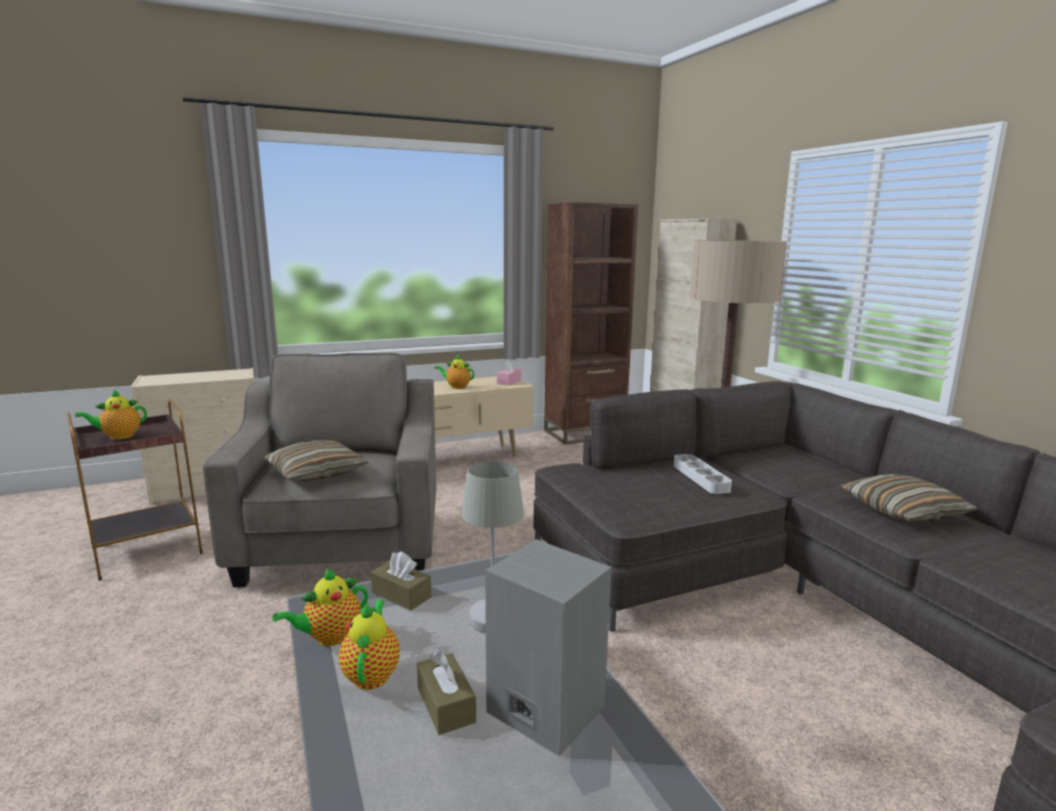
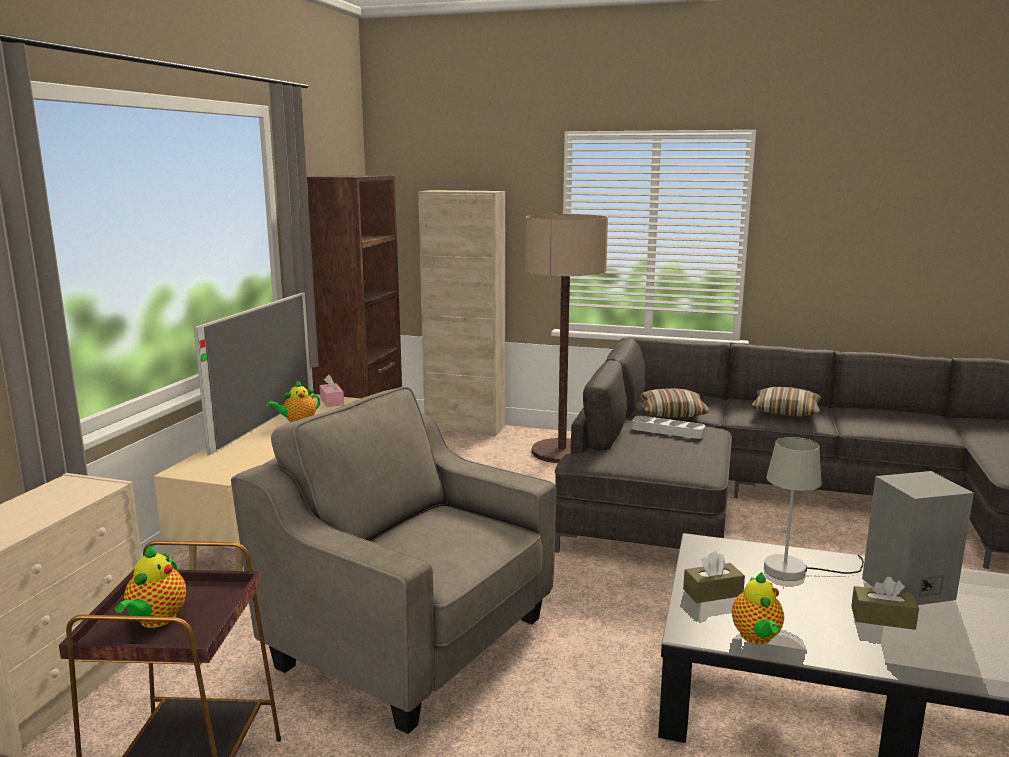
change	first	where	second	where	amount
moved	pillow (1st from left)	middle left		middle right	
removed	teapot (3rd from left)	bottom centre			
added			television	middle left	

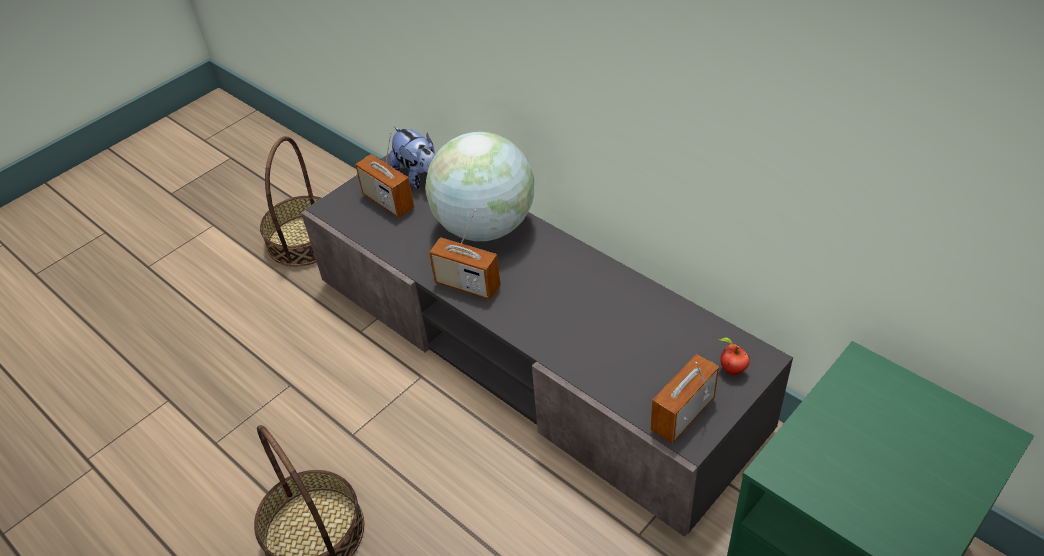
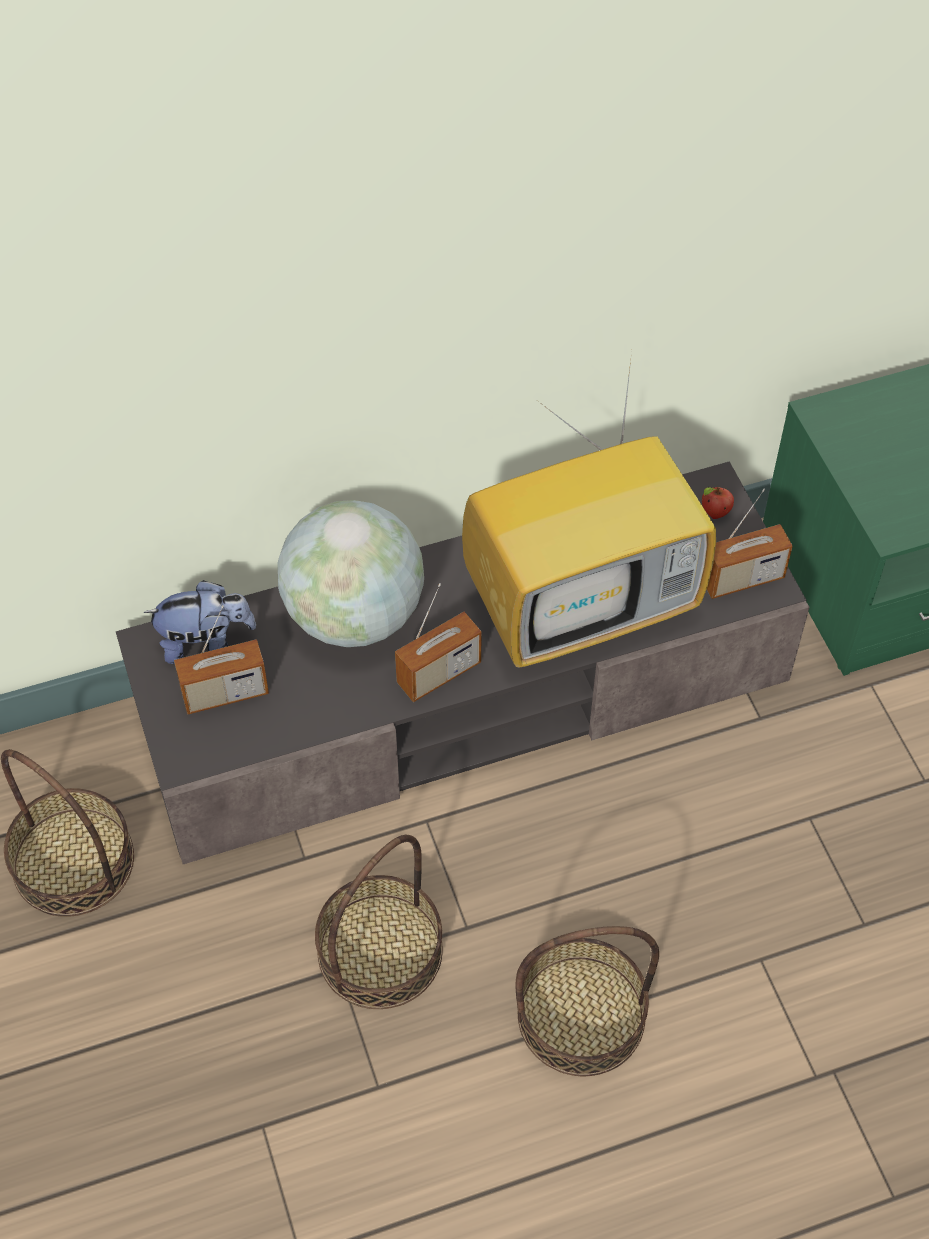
change	first	where	second	where	amount
turned	radio (3rd from left)	bottom centre		middle right	90 degrees counterclockwise
added			television	centre	
added			basket (2nd from left)	bottom centre	

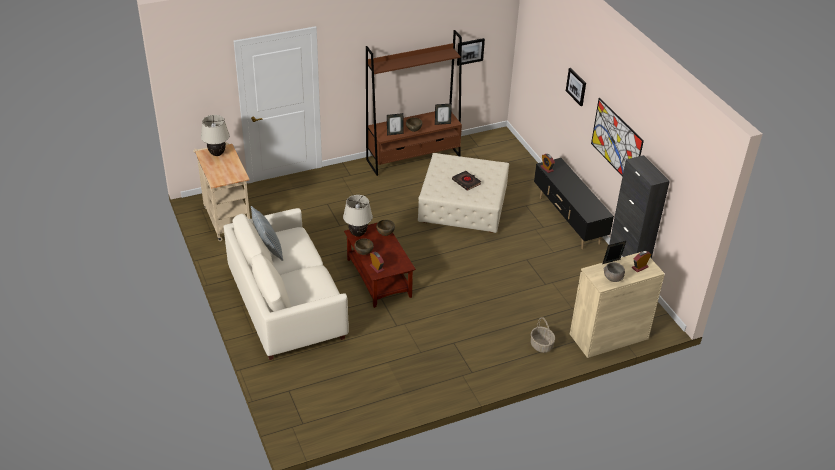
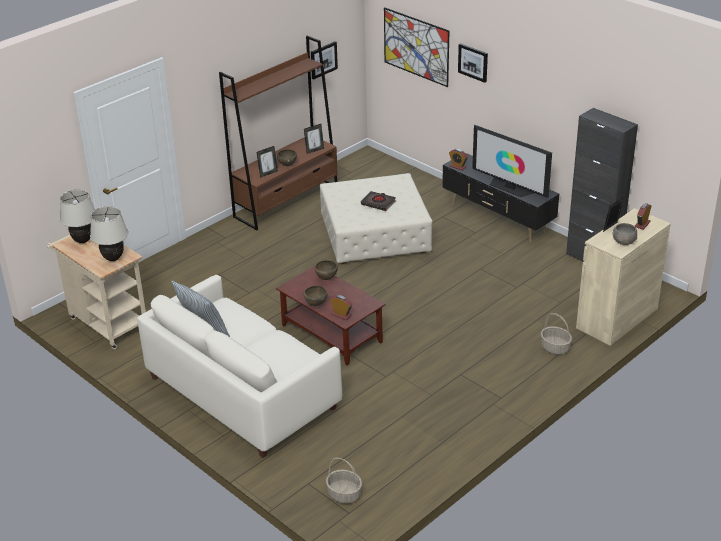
change	first	where	second	where	amount
moved	picture (3rd from left in the first image)	top right	picture (2nd from left)	top centre	
moved	table lamp/beige (2nd from left)	centre		middle left	
added			television	top right	
added			basket (1st from left)	bottom centre	

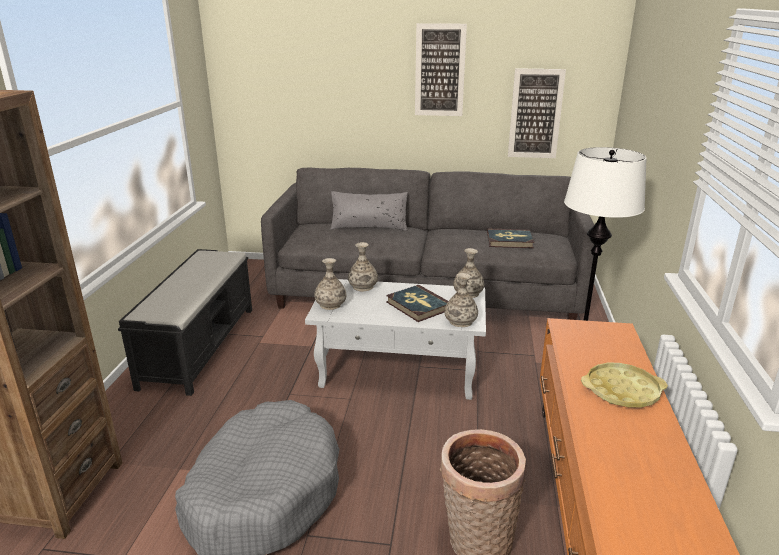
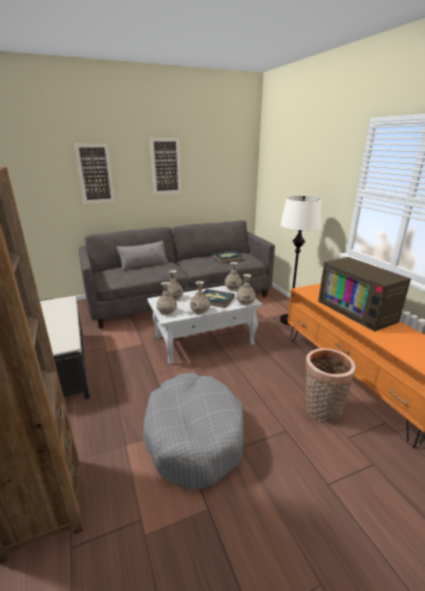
change	first	where	second	where	amount
moved	picture (2nd from left in the first image)	top right	picture (1st from left)	top left	
replaced	tray/yellow	bottom right	television	middle right	
added			vase (3rd from left)	centre	

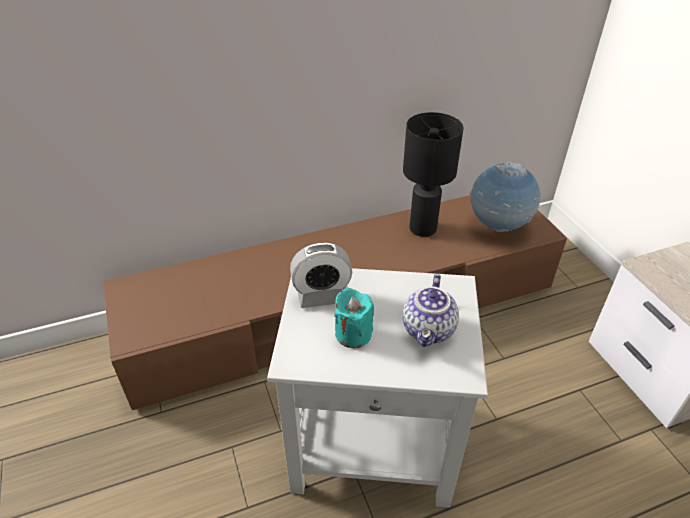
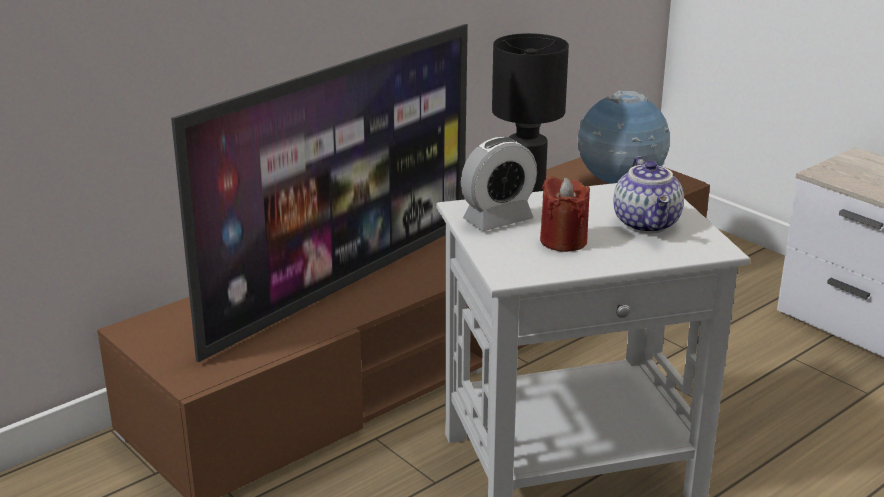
change	first	where	second	where	amount
recoloured	candle/turquoise	centre	candle/red	centre	
added			television	centre	

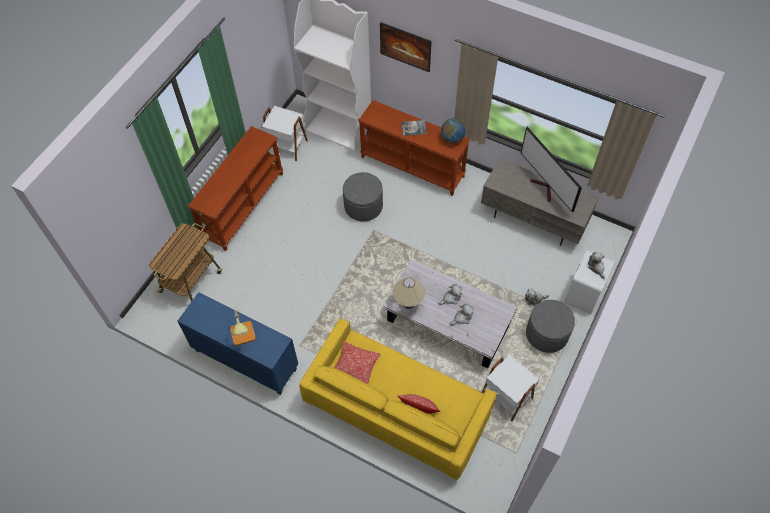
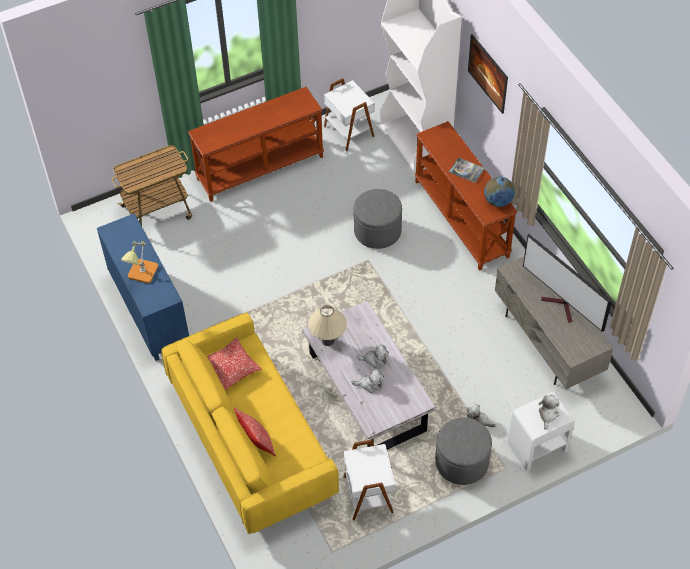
change	first	where	second	where	amount
turned	television	top right		middle right	45 degrees counterclockwise

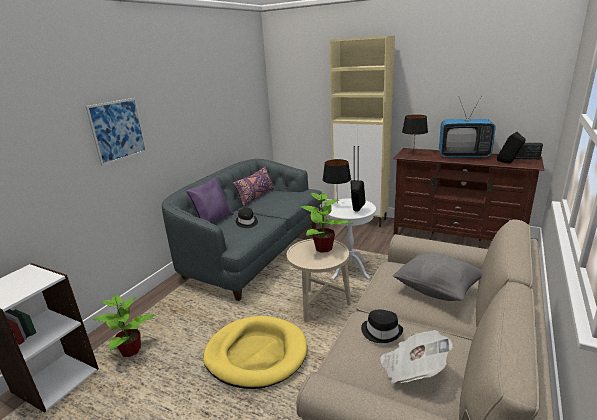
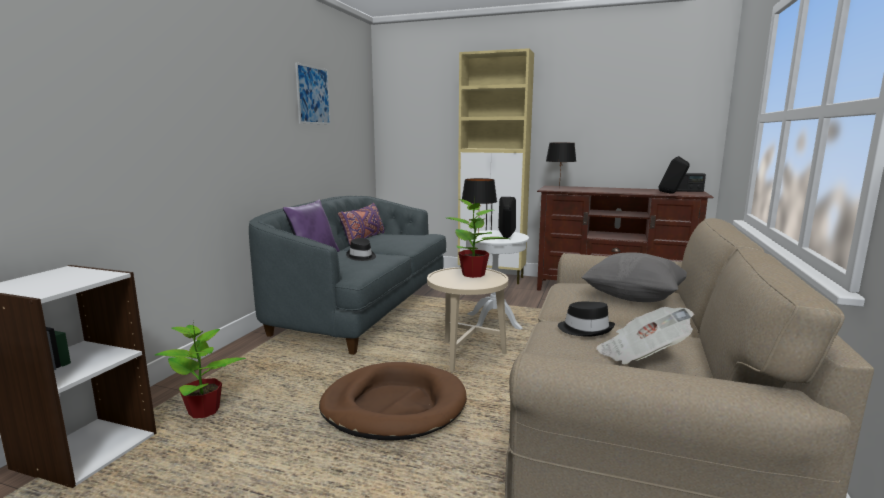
change	first	where	second	where	amount
removed	television	top right			
moved	picture	top left		top centre	
recoloured	dog bed/yellow	bottom centre	dog bed/brown	bottom centre	

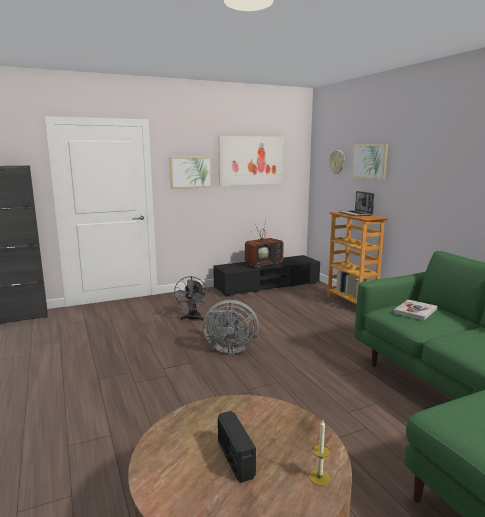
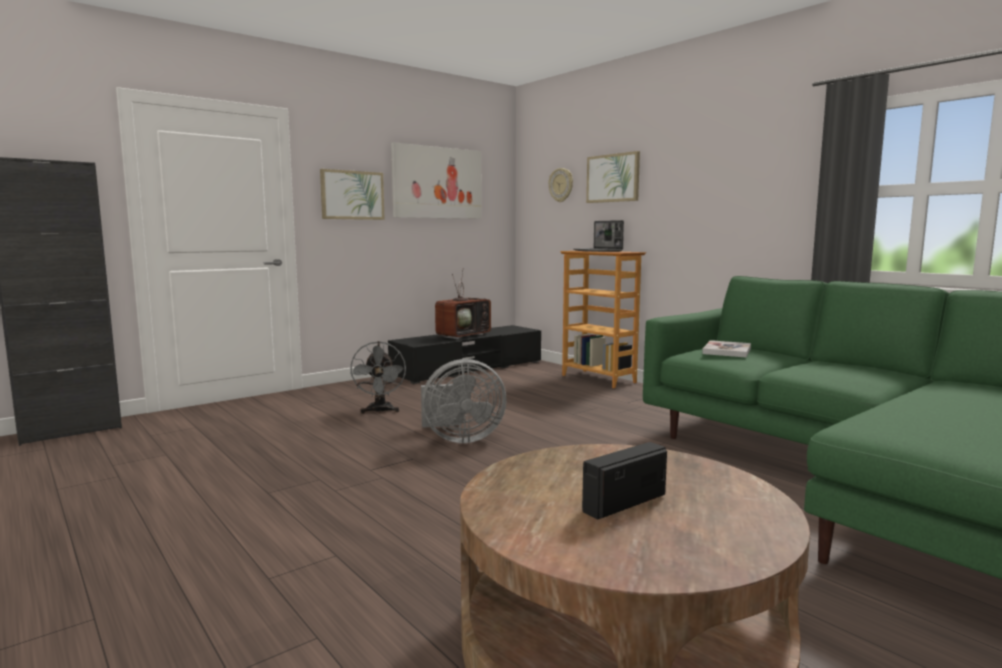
change	first	where	second	where	amount
turned	radio	bottom centre		bottom centre	90 degrees clockwise
removed	candle	bottom centre			

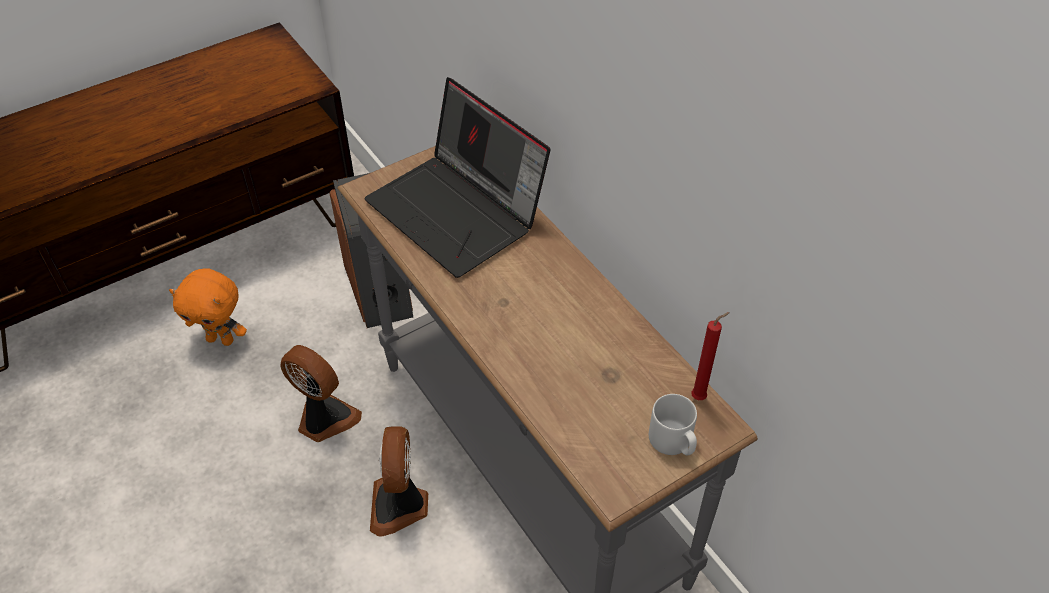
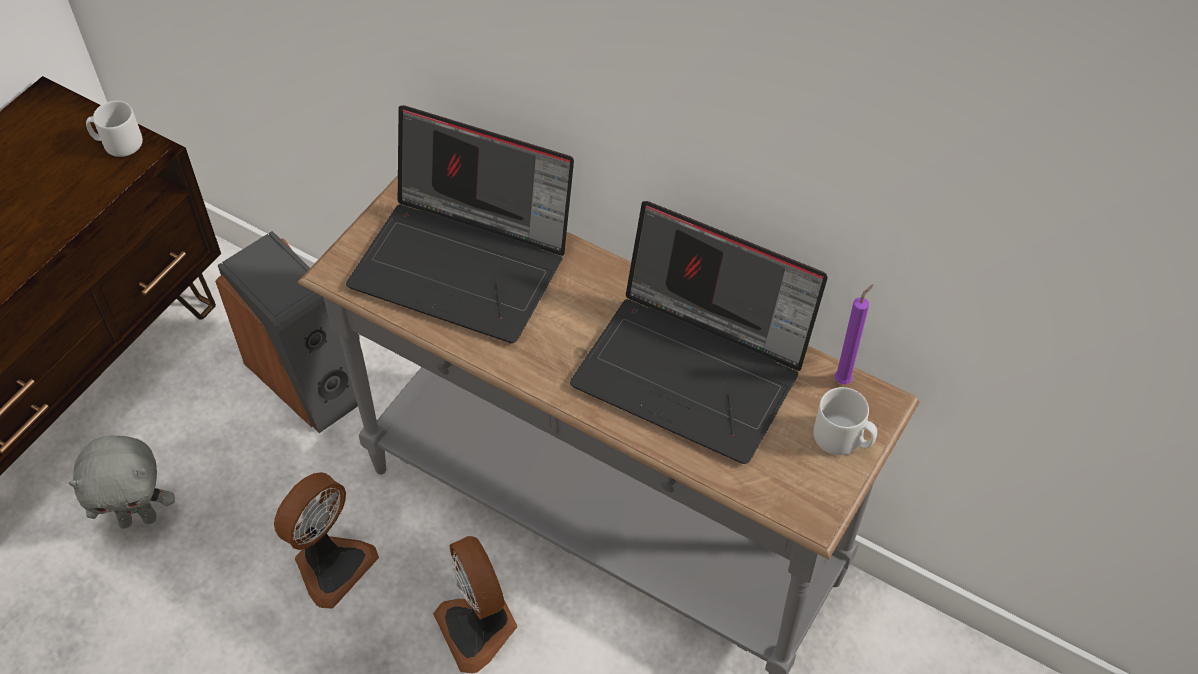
change	first	where	second	where	amount
recoloured	plush toy/orange	middle left	plush toy/grey	bottom left	
recoloured	candle/red	middle right	candle/purple	middle right	
turned	fan (1st from left)	middle left		bottom left	120 degrees clockwise
added			mug/grey (1st from left)	top left	
added			laptop (2nd from left)	centre	

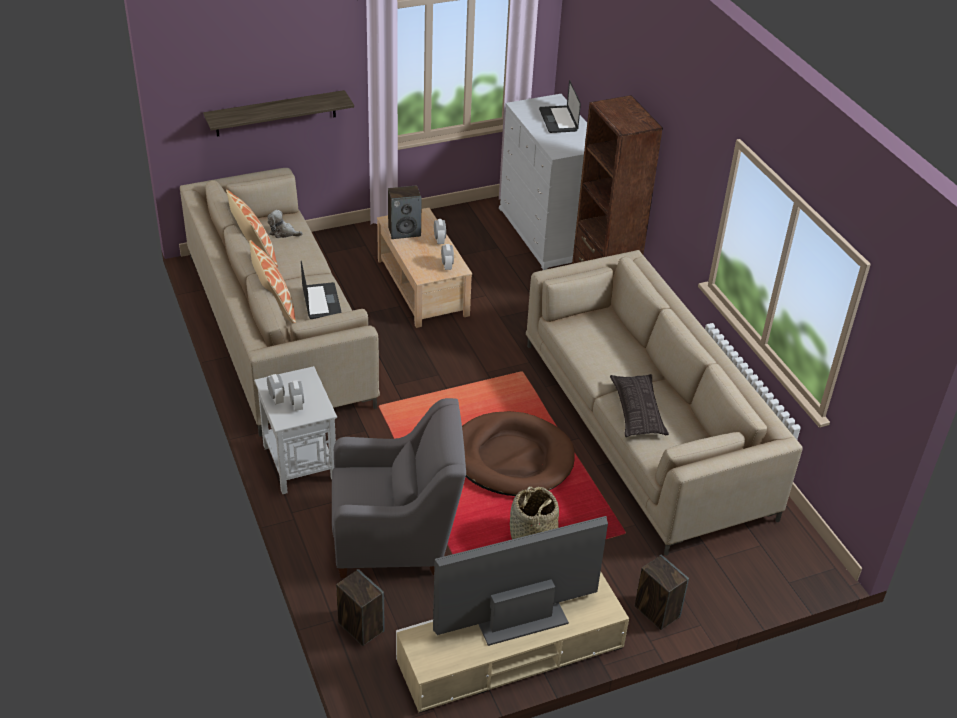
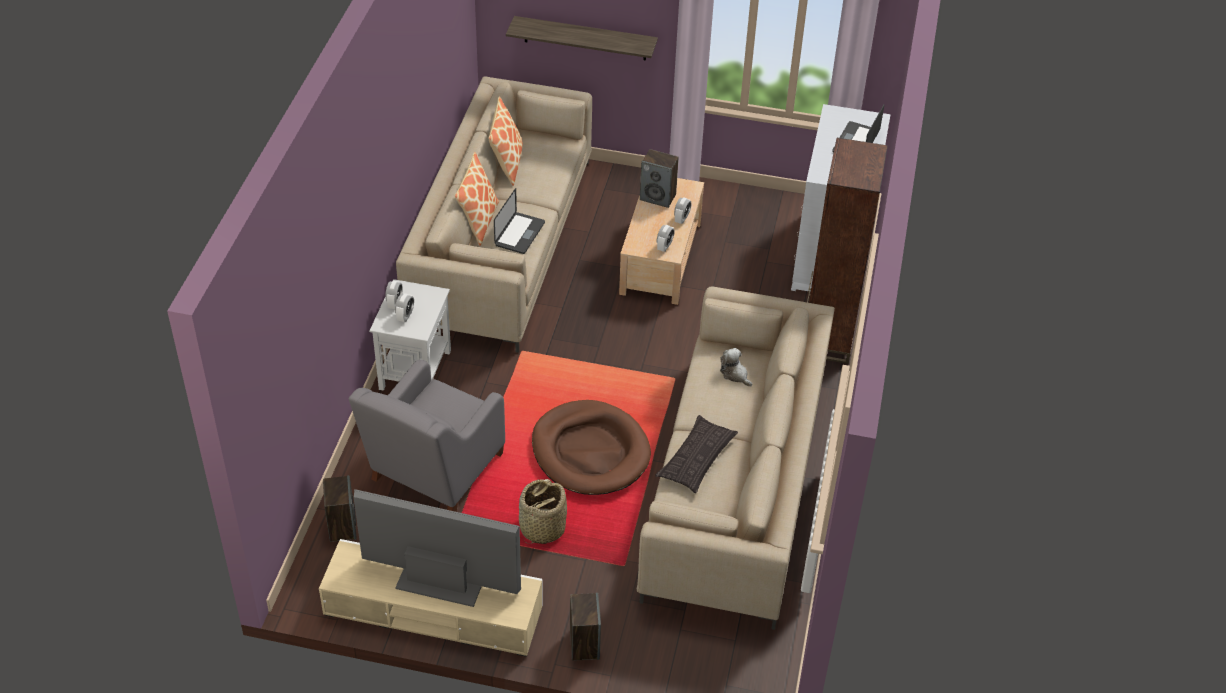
change	first	where	second	where	amount
moved	plush toy	top left		centre	
turned	armchair/grey	bottom centre		centre	90 degrees clockwise

